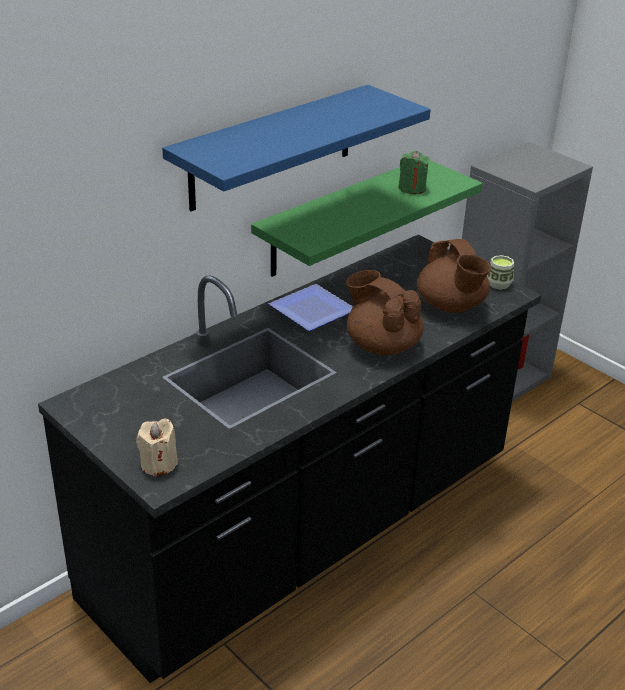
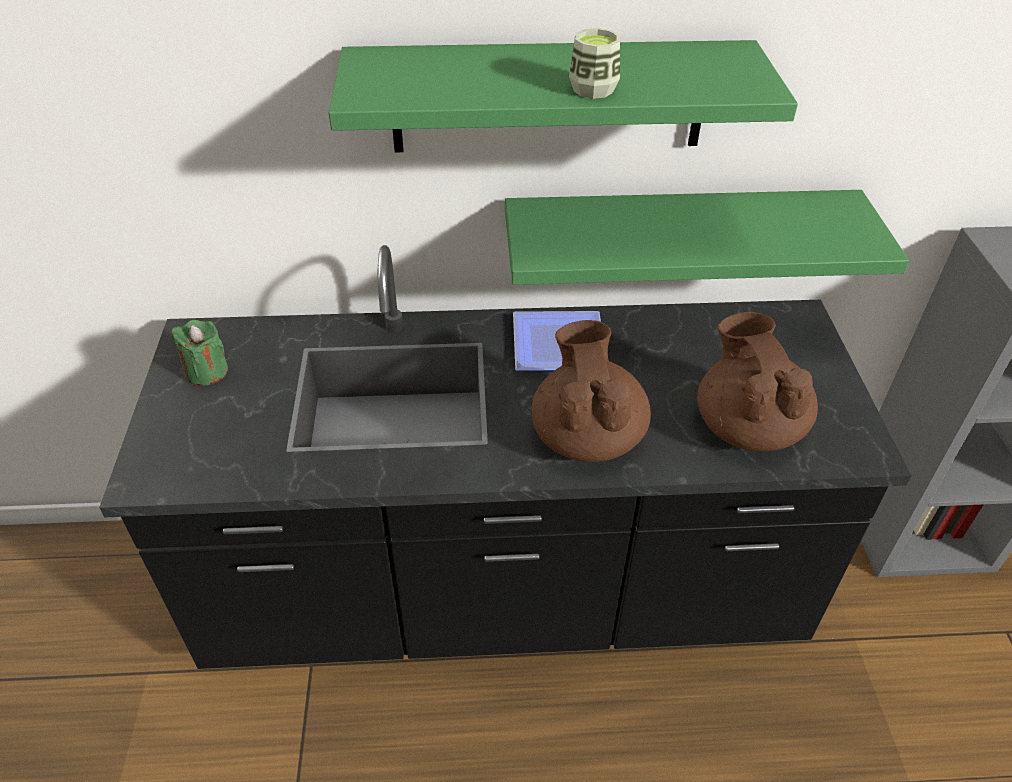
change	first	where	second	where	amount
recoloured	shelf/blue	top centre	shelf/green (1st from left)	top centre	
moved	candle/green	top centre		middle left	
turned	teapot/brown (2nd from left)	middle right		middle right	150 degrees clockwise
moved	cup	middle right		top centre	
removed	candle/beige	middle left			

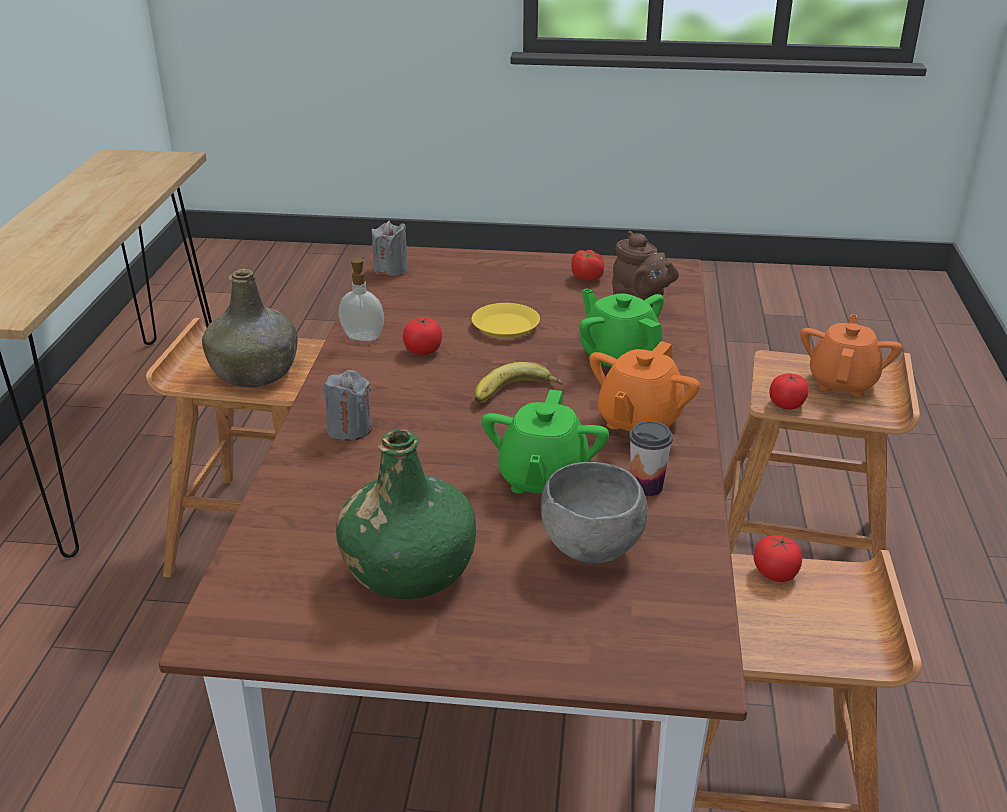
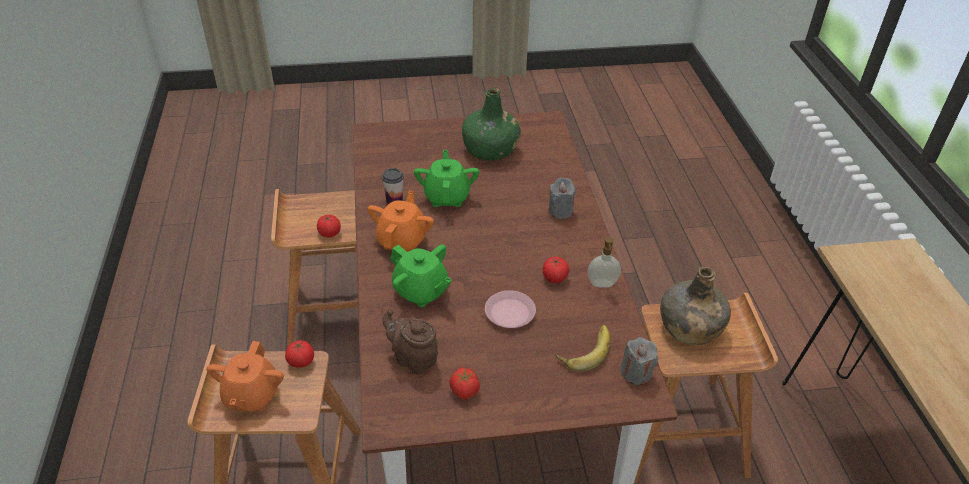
change	first	where	second	where	amount
recoloured	plate/yellow	centre	plate/pink	centre	
moved	banana	centre		bottom centre	
removed	bowl/grey	centre			

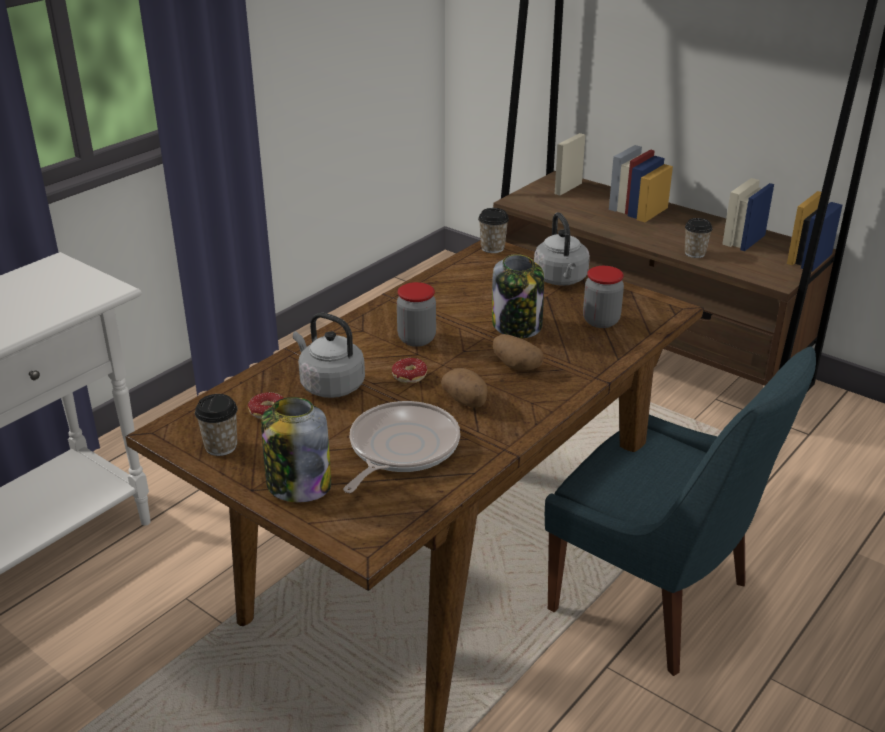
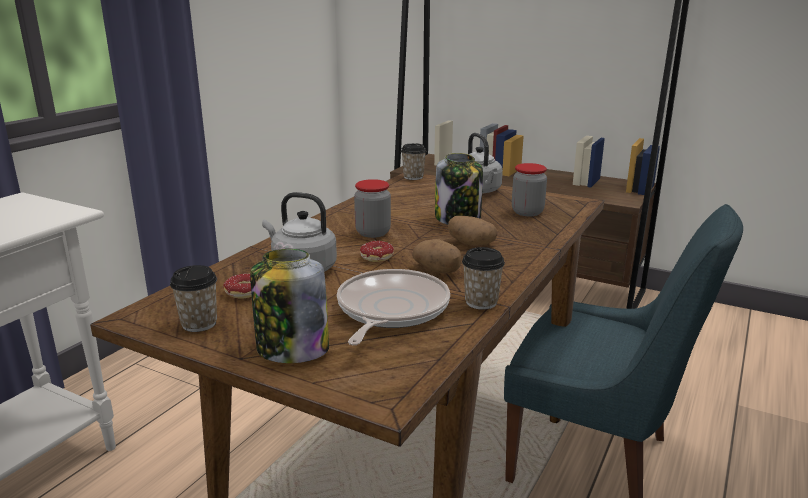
change	first	where	second	where	amount
moved	cup (3rd from left)	top right		centre	

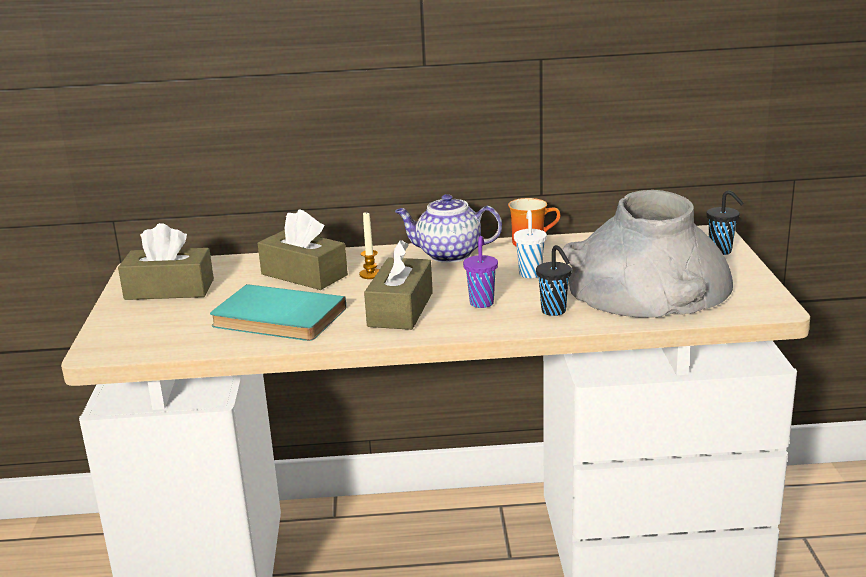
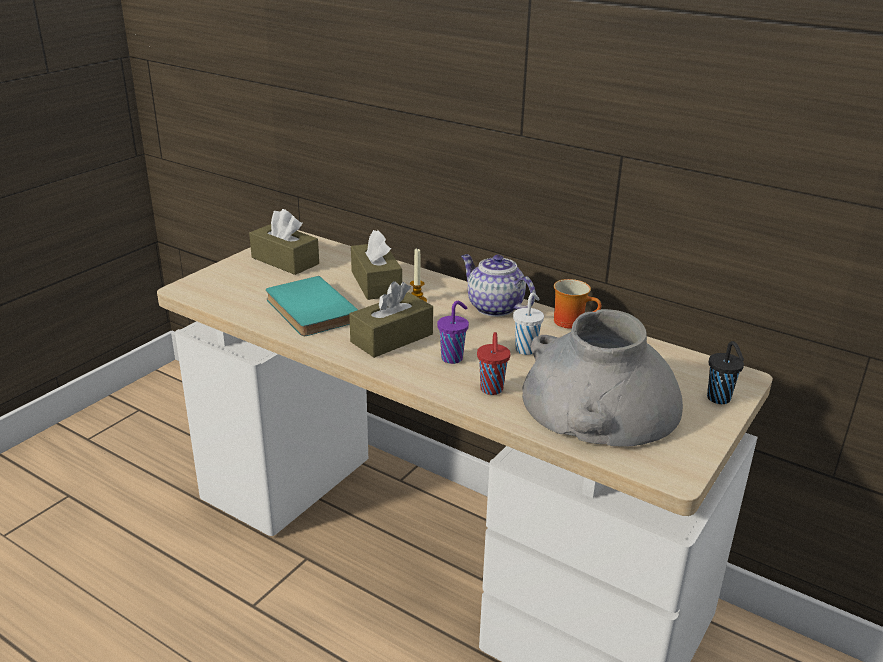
change	first	where	second	where	amount
recoloured	cup/black (1st from left)	centre	cup/red	centre	

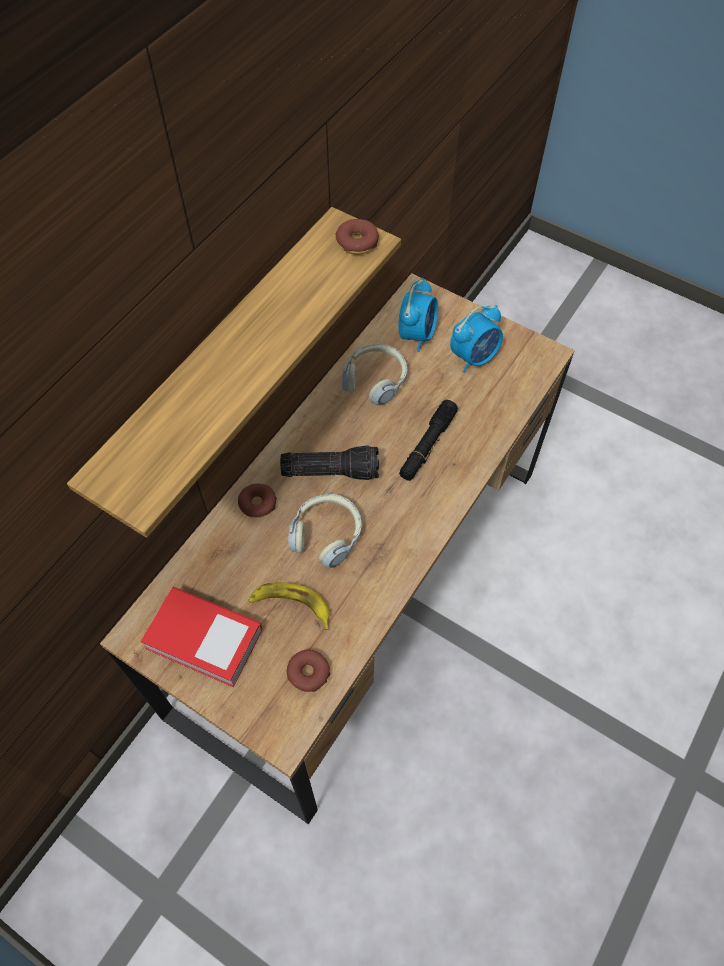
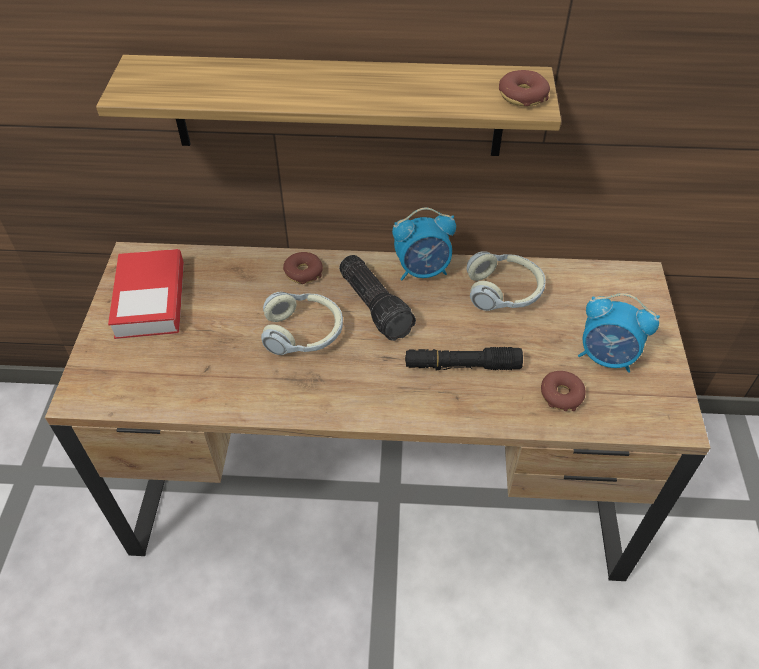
change	first	where	second	where	amount
moved	alarm clock (1st from left)	top centre		centre	
removed	banana	centre			
moved	donut (2nd from left in the first image)	bottom centre	donut (3rd from left)	middle right	

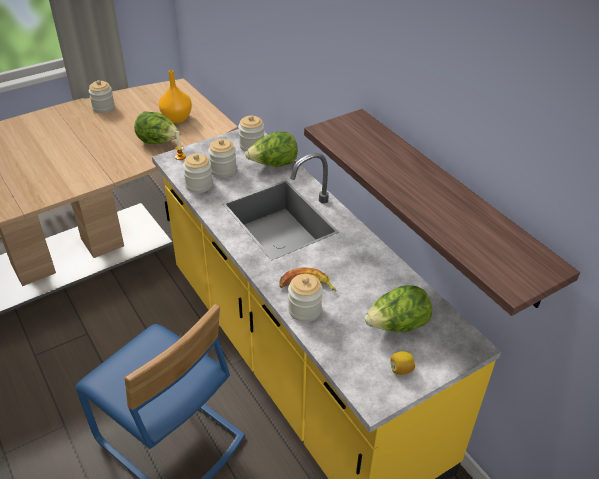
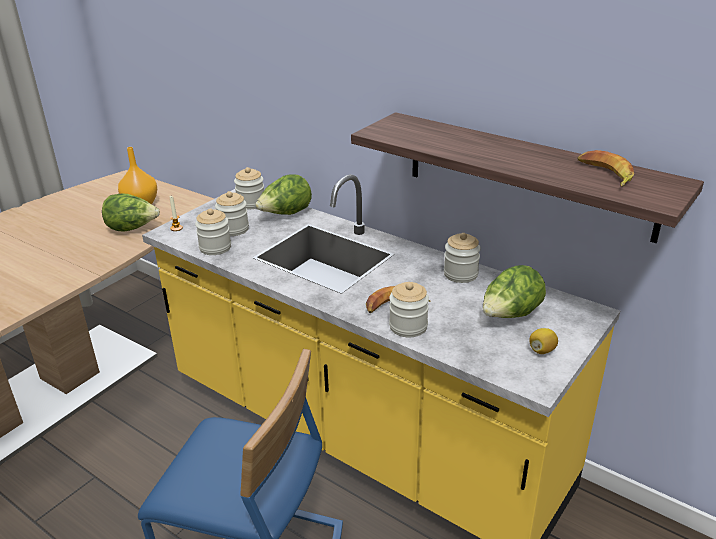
change	first	where	second	where	amount
moved	jar (1st from left in the first image)	top left	jar (5th from left)	centre	
added			banana (2nd from left)	top right	

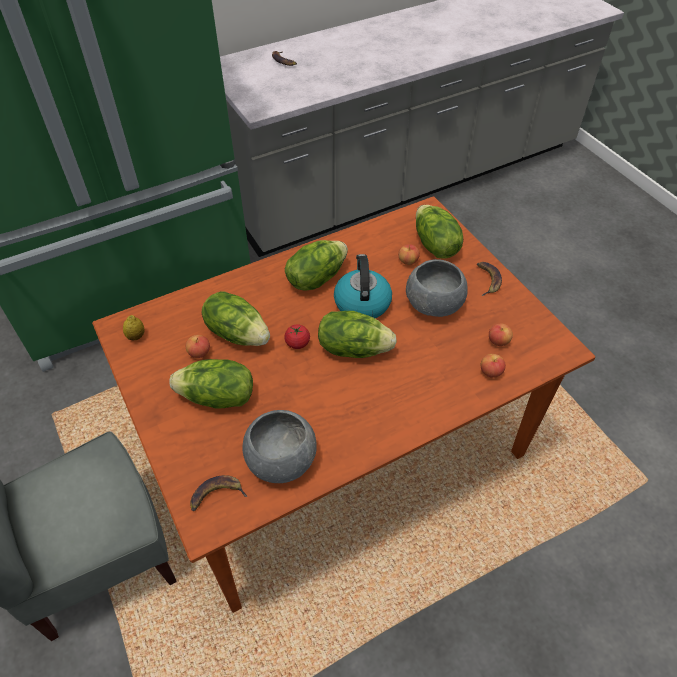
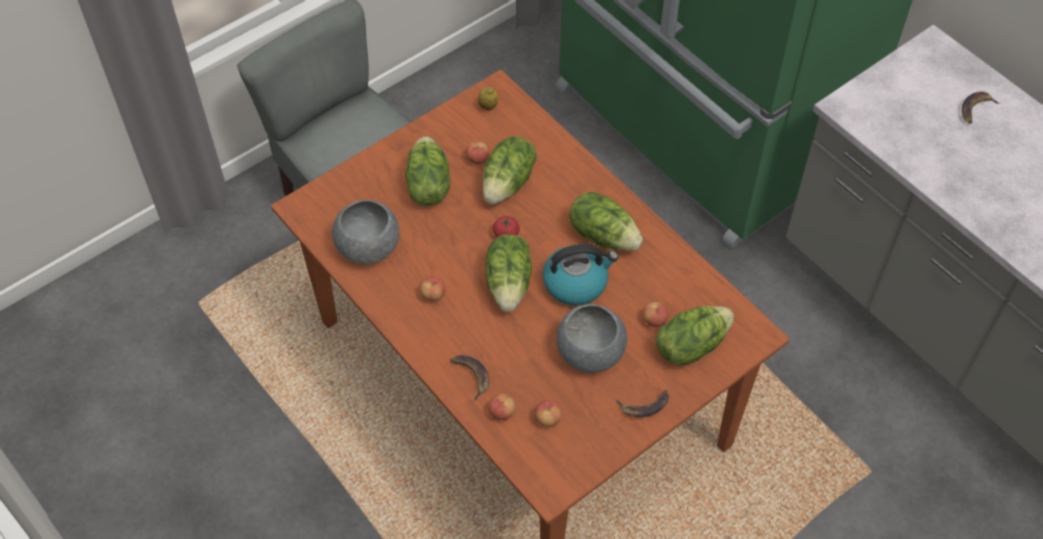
change	first	where	second	where	amount
moved	banana (1st from left)	bottom left		bottom centre	
added			apple (1st from left)	centre	

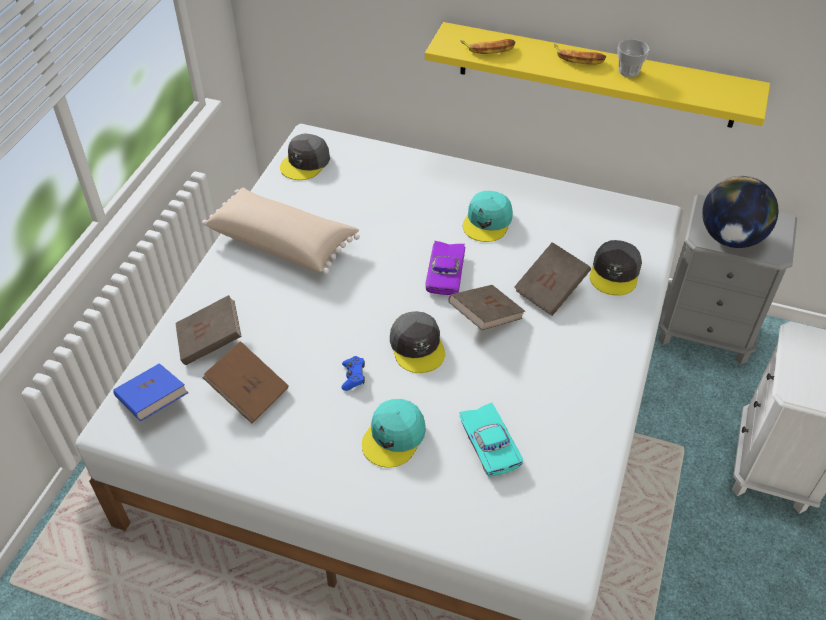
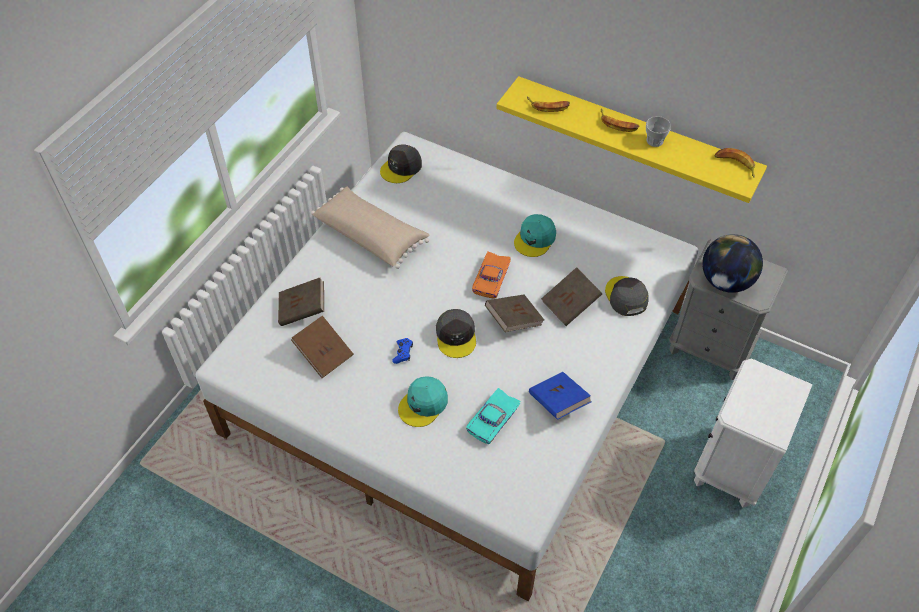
change	first	where	second	where	amount
turned	cap/grey (3rd from left)	middle right		middle right	135 degrees clockwise
recoloured	toy car/purple	centre	toy car/orange	centre	
moved	book/blue	middle left		centre	
turned	toy car/turquoise	bottom centre		bottom centre	45 degrees clockwise
added			banana (3rd from left)	top right	

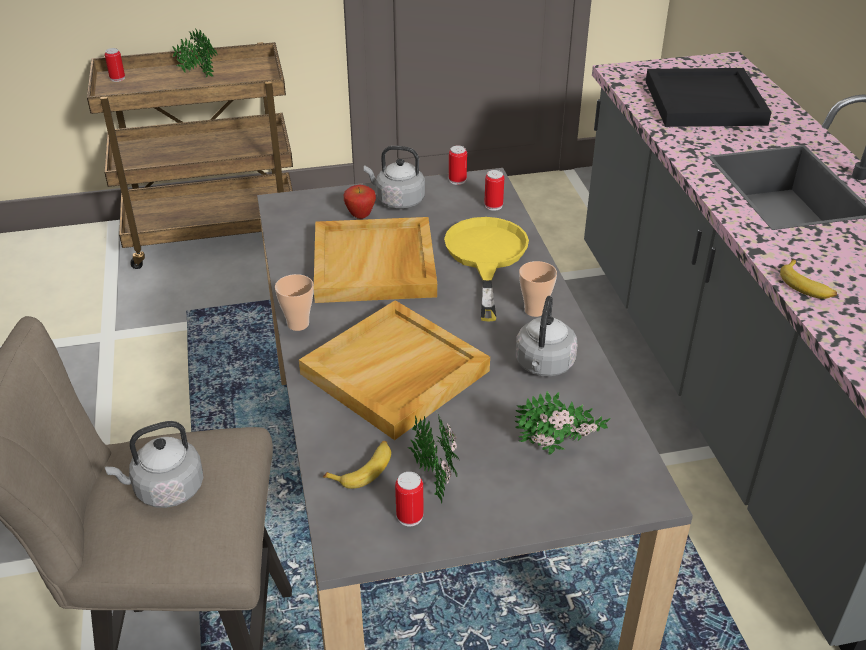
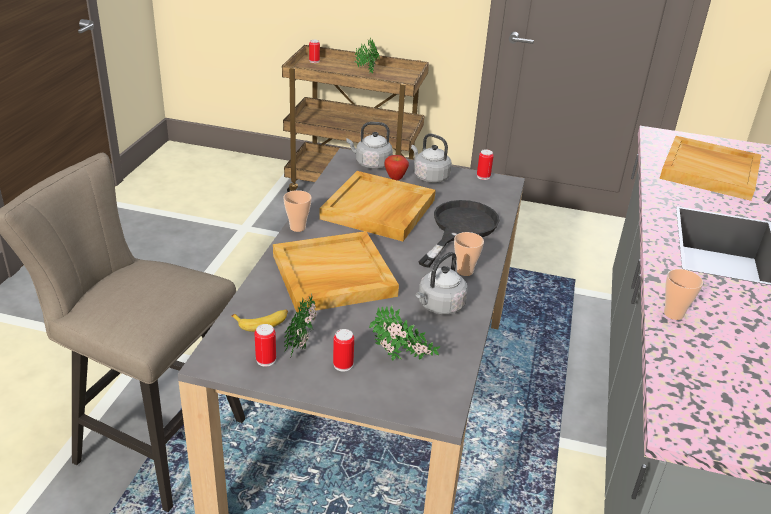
change	first	where	second	where	amount
recoloured	tray/black	top right	tray/beige (3rd from left)	top right	
moved	can (4th from left in the first image)	top centre	can (3rd from left)	bottom centre	
recoloured	frying pan/yellow	centre	frying pan/black	centre	
replaced	banana (2nd from left)	middle right	cup (3rd from left)	middle right	
moved	kettle/grey (1st from left)	bottom left		top centre	

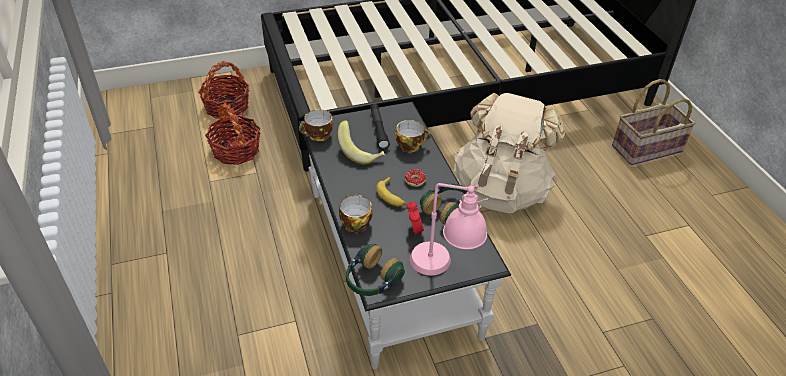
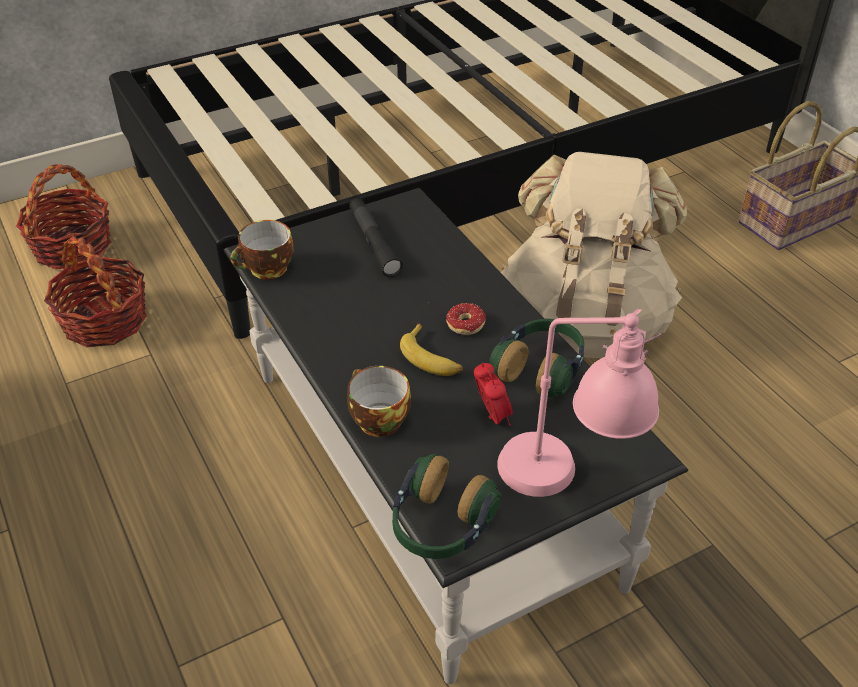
change	first	where	second	where	amount
removed	banana (1st from left)	centre			
removed	cup (3rd from left)	centre			

